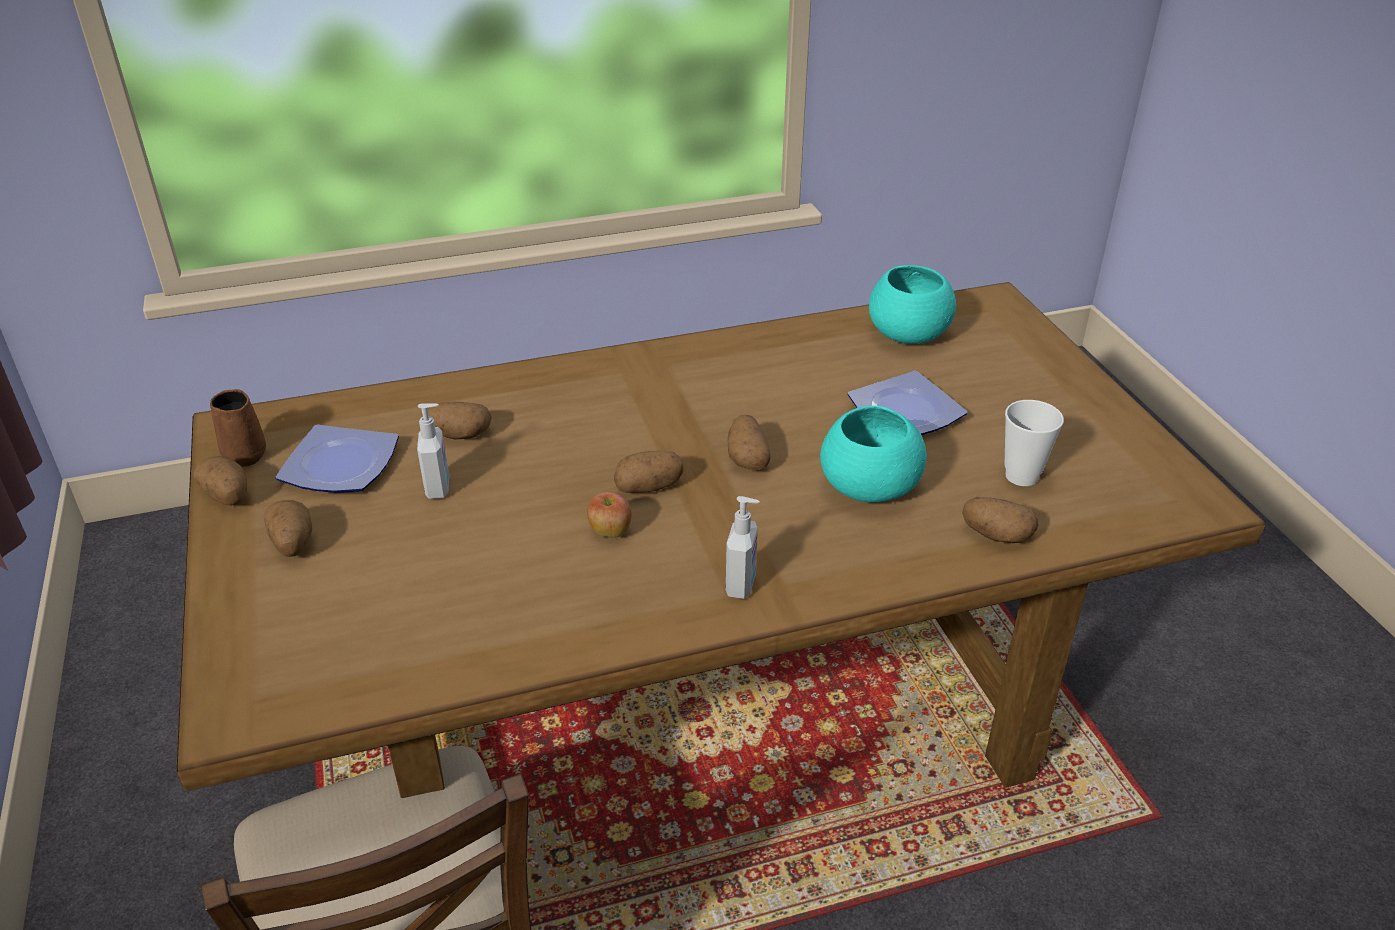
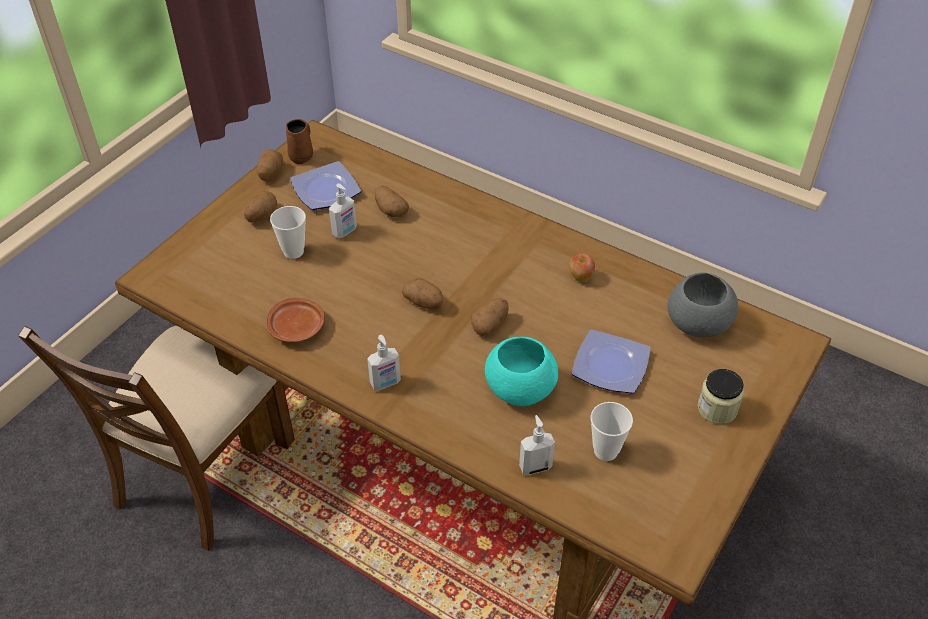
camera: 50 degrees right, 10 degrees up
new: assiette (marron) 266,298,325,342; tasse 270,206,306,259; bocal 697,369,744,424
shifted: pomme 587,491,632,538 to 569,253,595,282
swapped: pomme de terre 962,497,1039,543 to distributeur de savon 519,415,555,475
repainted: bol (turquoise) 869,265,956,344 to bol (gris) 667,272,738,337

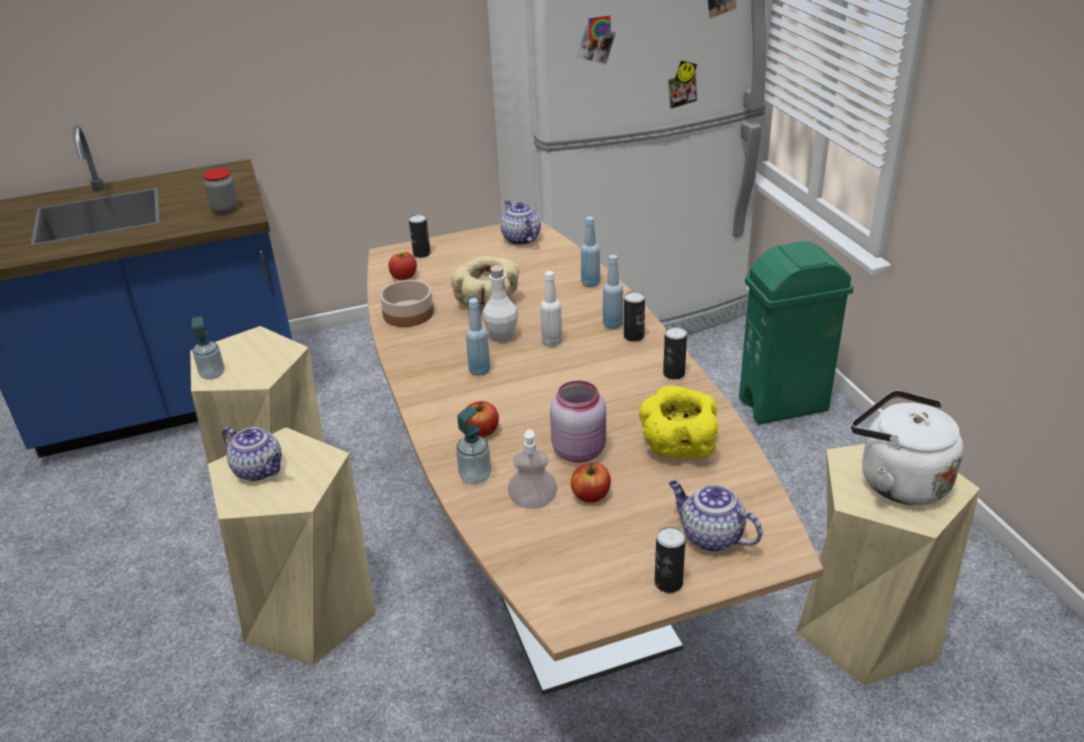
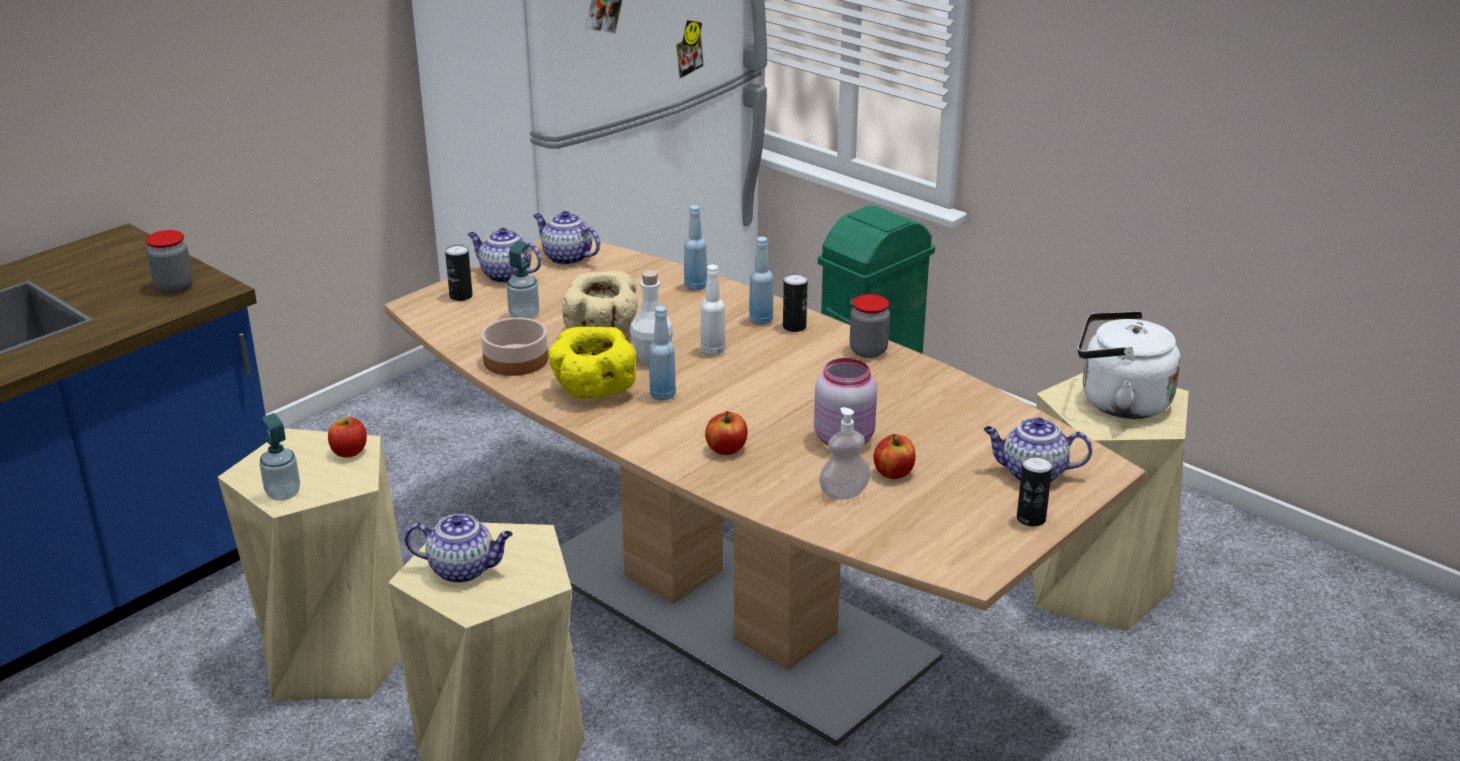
camera: 30 degrees left, 5 degrees down
new: théière 468,228,542,283
shifted: pomme 389,252,417,280 to 328,417,367,457; distributeur de savon 456,406,491,485 to 506,241,539,319; bol (jaune) 639,385,718,459 to 548,327,636,399
swapped: boîte métallique 663,326,687,379 to bocal 850,294,890,358

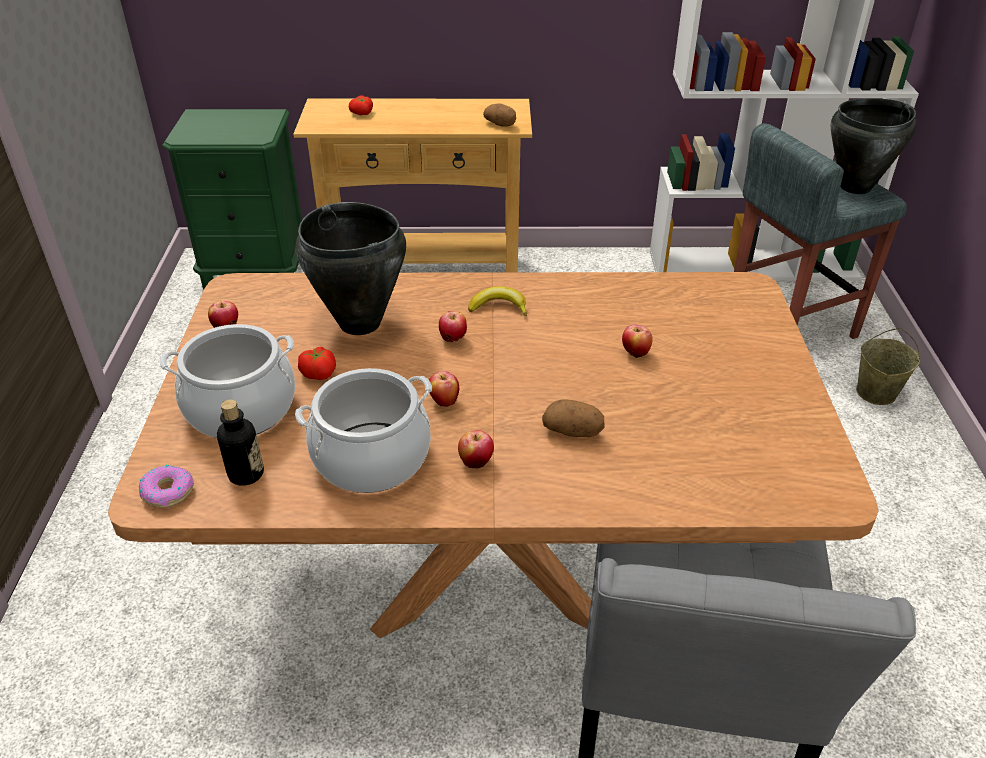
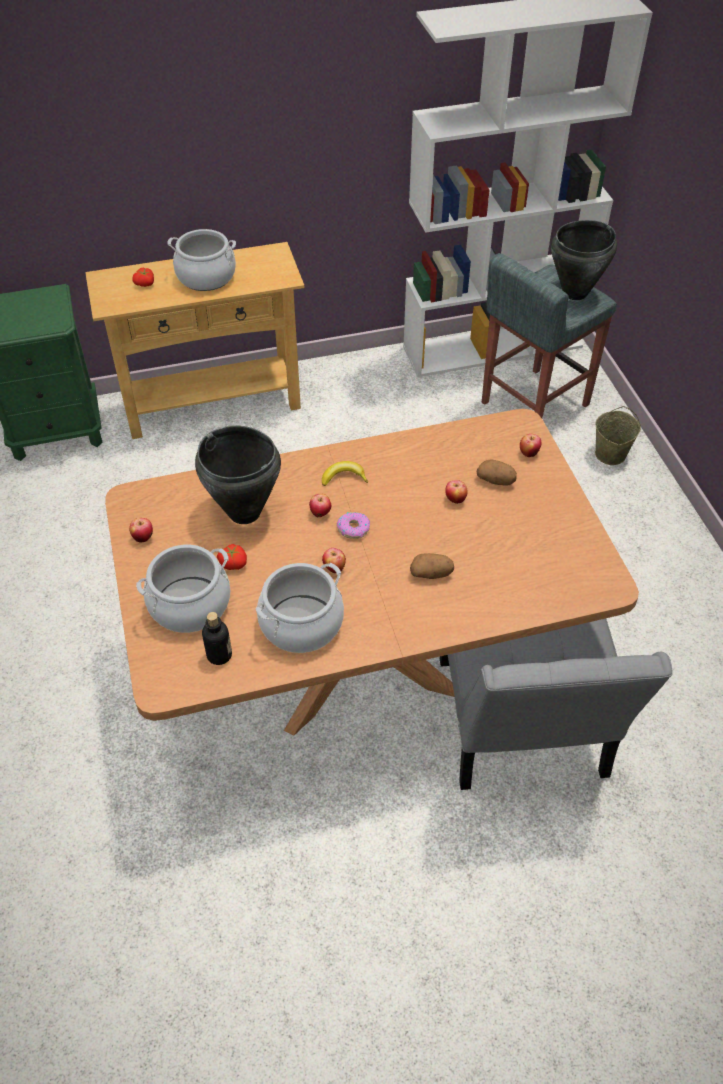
camera: 15 degrees left, 10 degrees up
new: marmite 167,229,236,291
shifted: beignet 139,464,194,508 to 337,512,370,539; pomme de terre 483,103,516,127 to 477,459,517,486; pomme 458,430,494,468 to 520,434,542,457

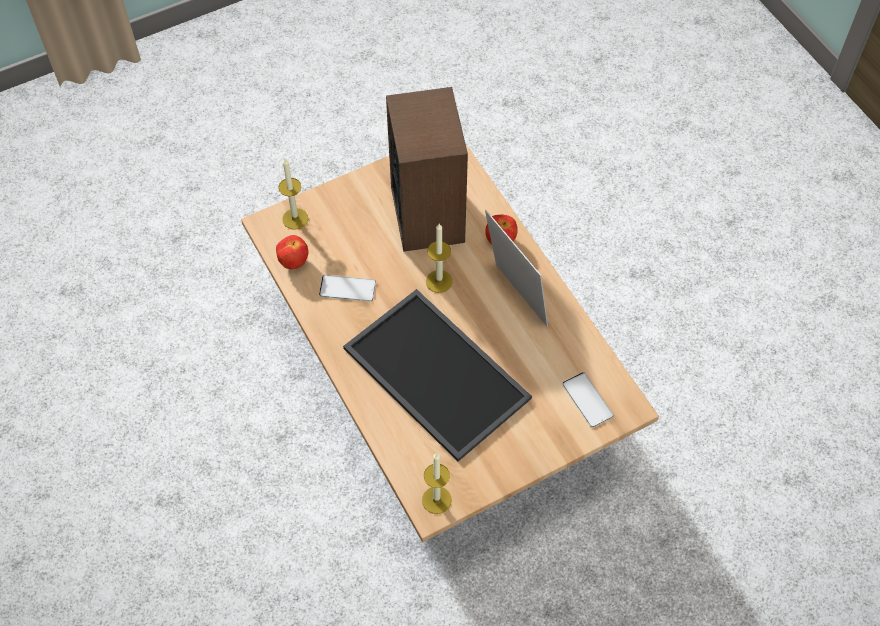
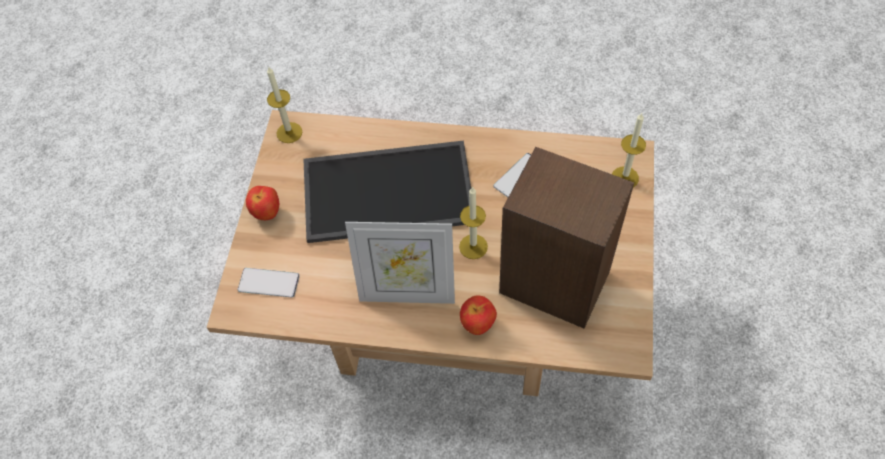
camera: 130 degrees right, 0 degrees up
shifted: pomme 276,235,309,270 to 246,186,279,220

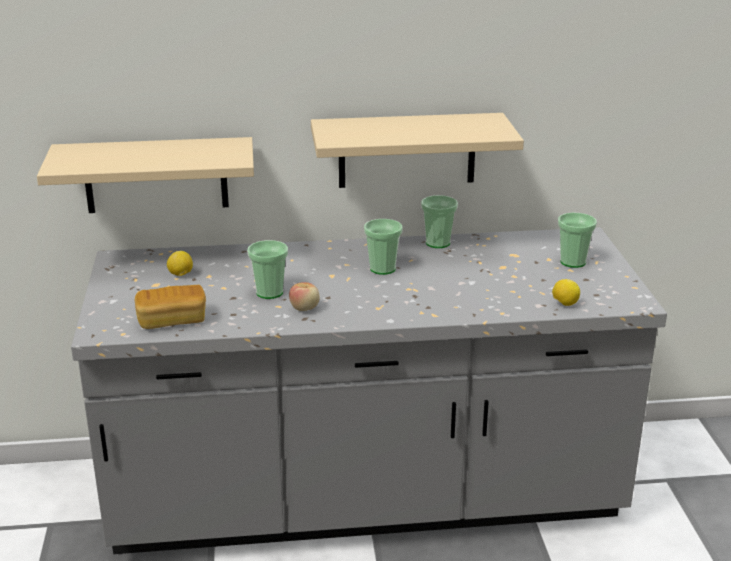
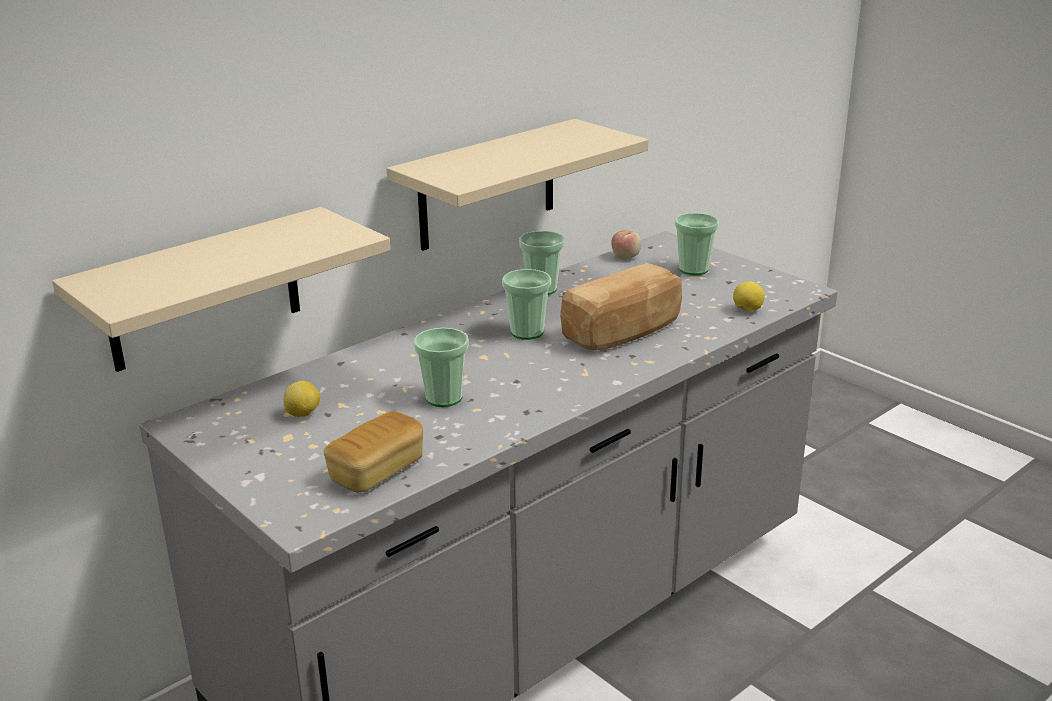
camera: 35 degrees left, 0 degrees up
new: pain 560,263,682,350
shifted: pomme 289,282,320,311 to 611,230,641,259

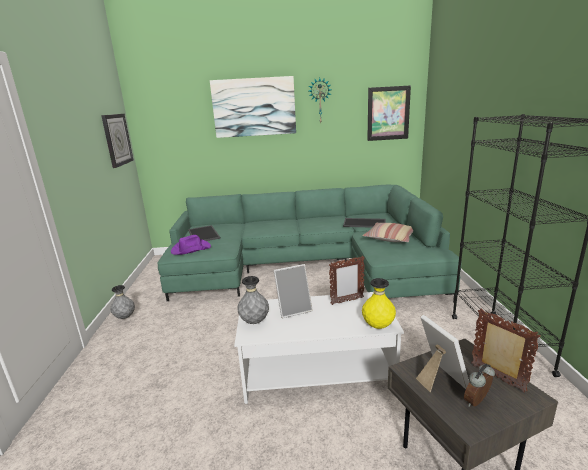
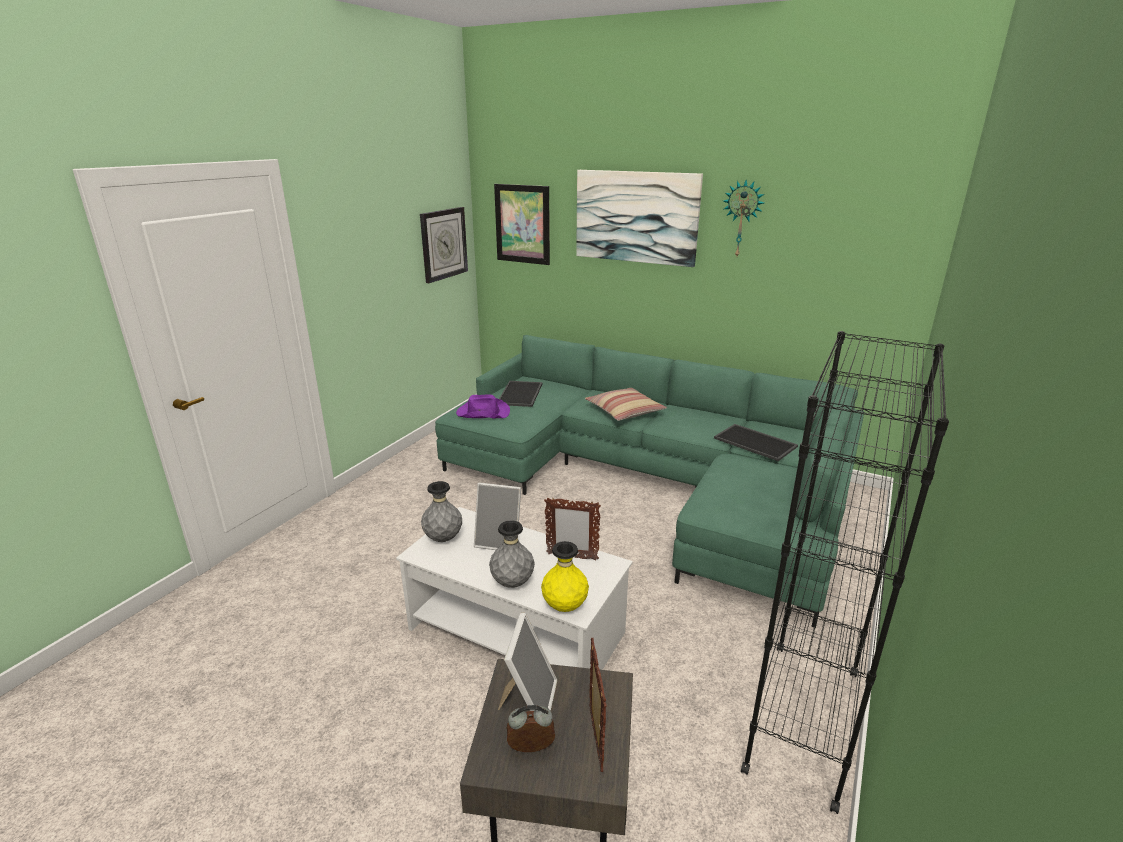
camera: 30 degrees right, 5 degrees up
shifted: vase (gris) 111,285,135,319 to 489,520,535,588; tableau 367,85,411,141 to 494,184,550,265; coussin 362,223,413,242 to 585,388,667,421

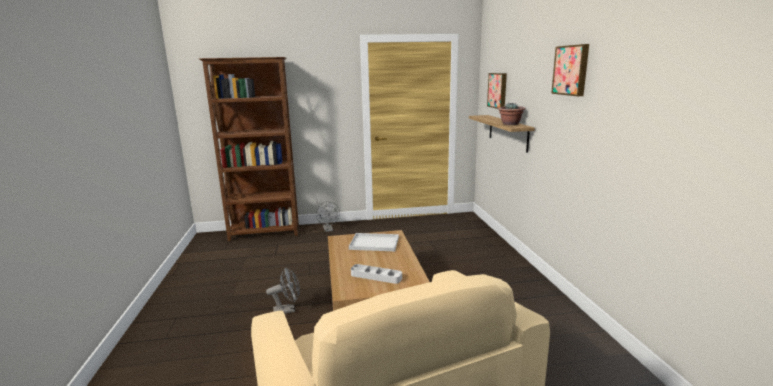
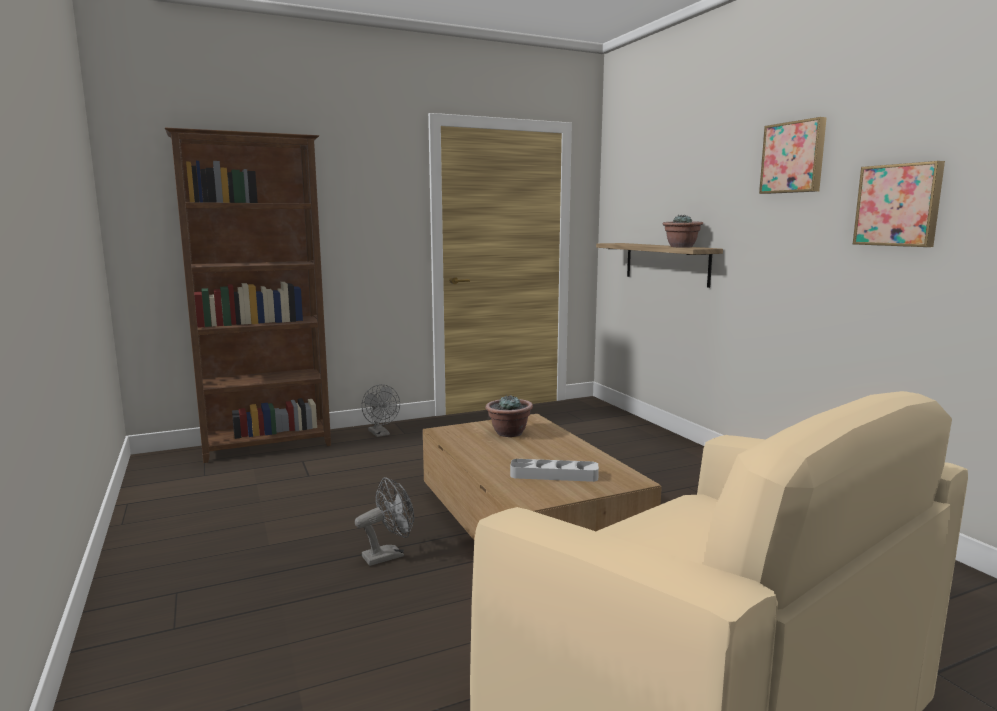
camera: 15 degrees left, 5 degrees down
shifted: tableau 487,73,507,109 to 853,161,945,247
swapped: plateau (blanc) 349,233,399,251 to plante en pot 485,395,533,437

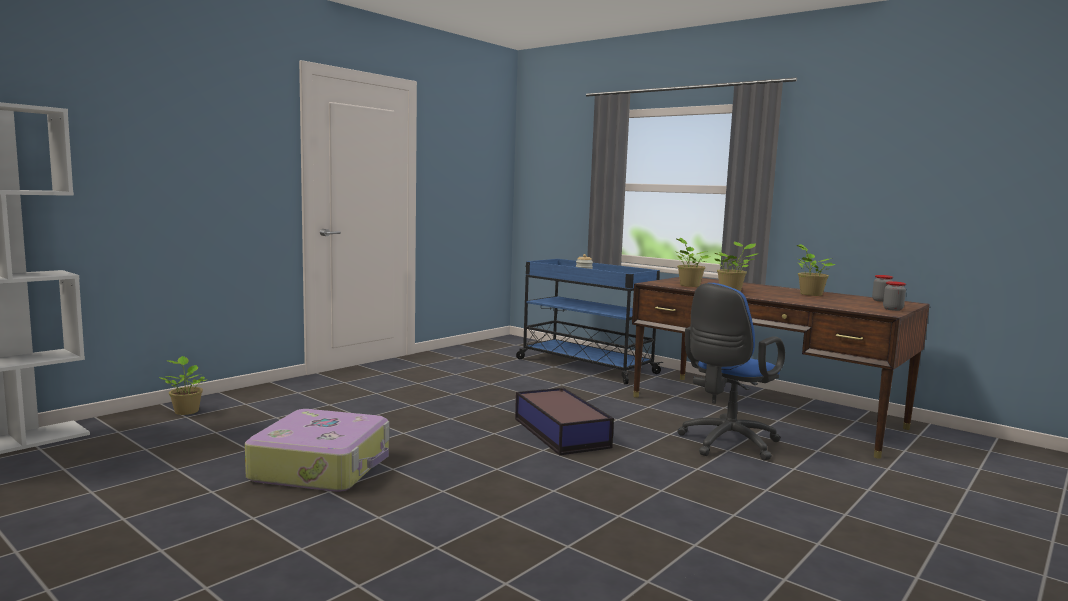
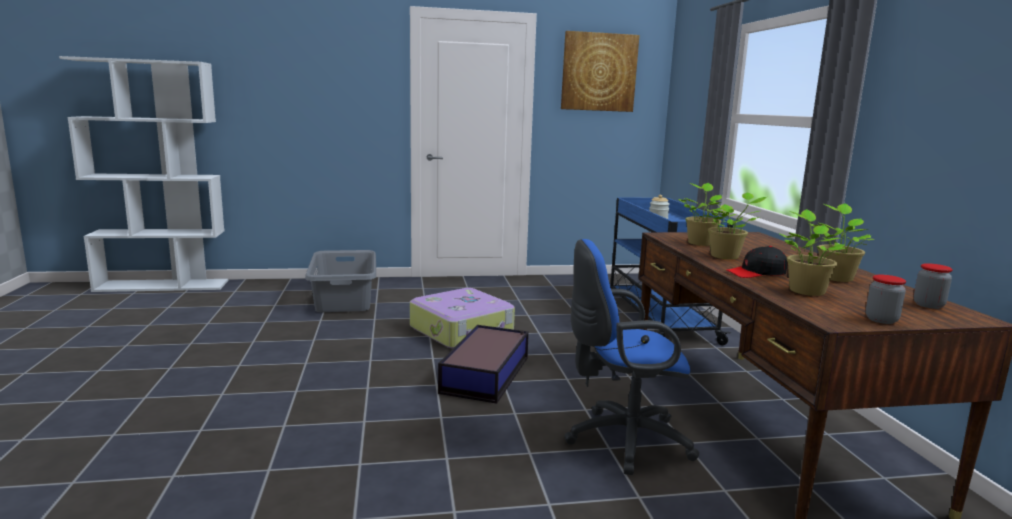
camera: 40 degrees right, 5 degrees up
new: panier à linge (gris) 305,250,376,312; tableau 561,31,640,112; casquette (noir) 726,246,787,278
shifted: valise 245,409,389,492 to 410,288,515,349; plante en pot 159,356,207,415 to 778,209,847,296

